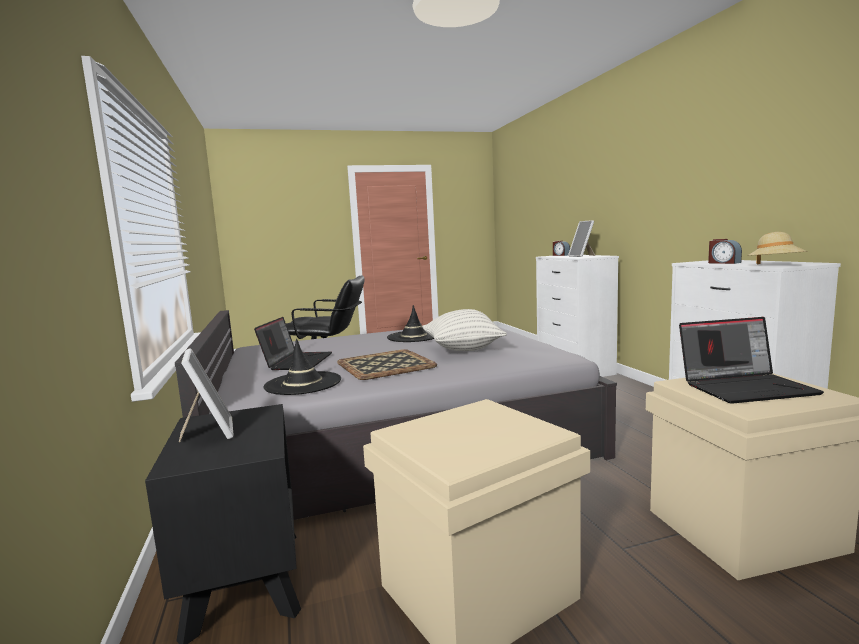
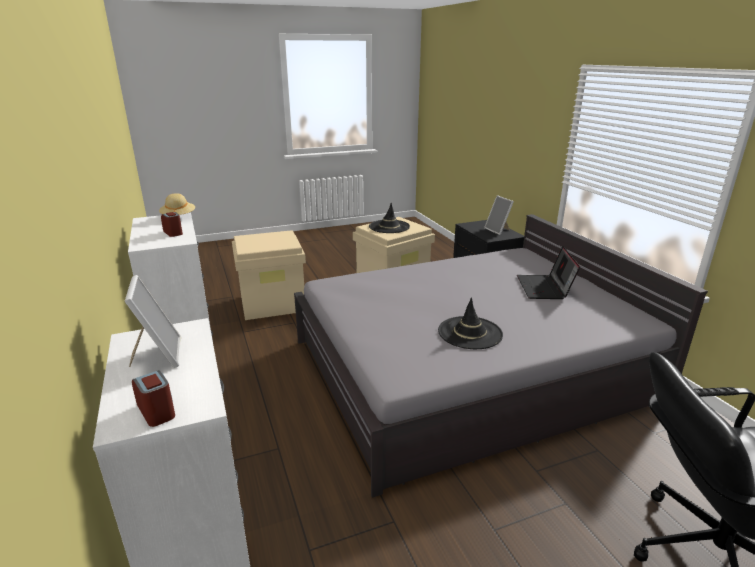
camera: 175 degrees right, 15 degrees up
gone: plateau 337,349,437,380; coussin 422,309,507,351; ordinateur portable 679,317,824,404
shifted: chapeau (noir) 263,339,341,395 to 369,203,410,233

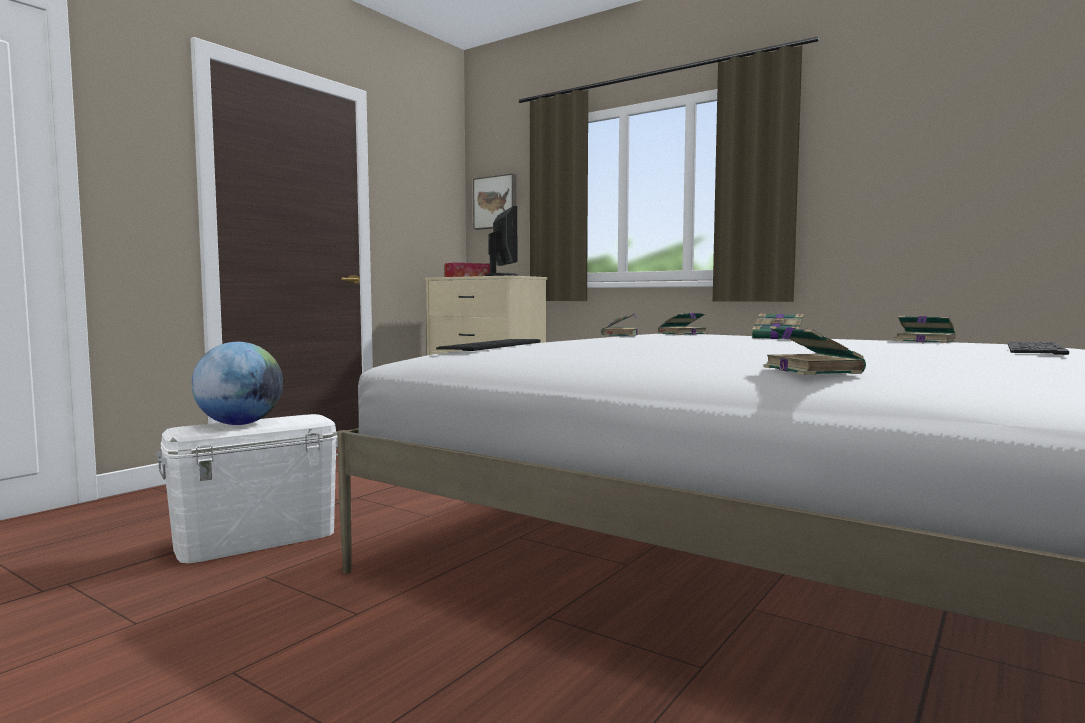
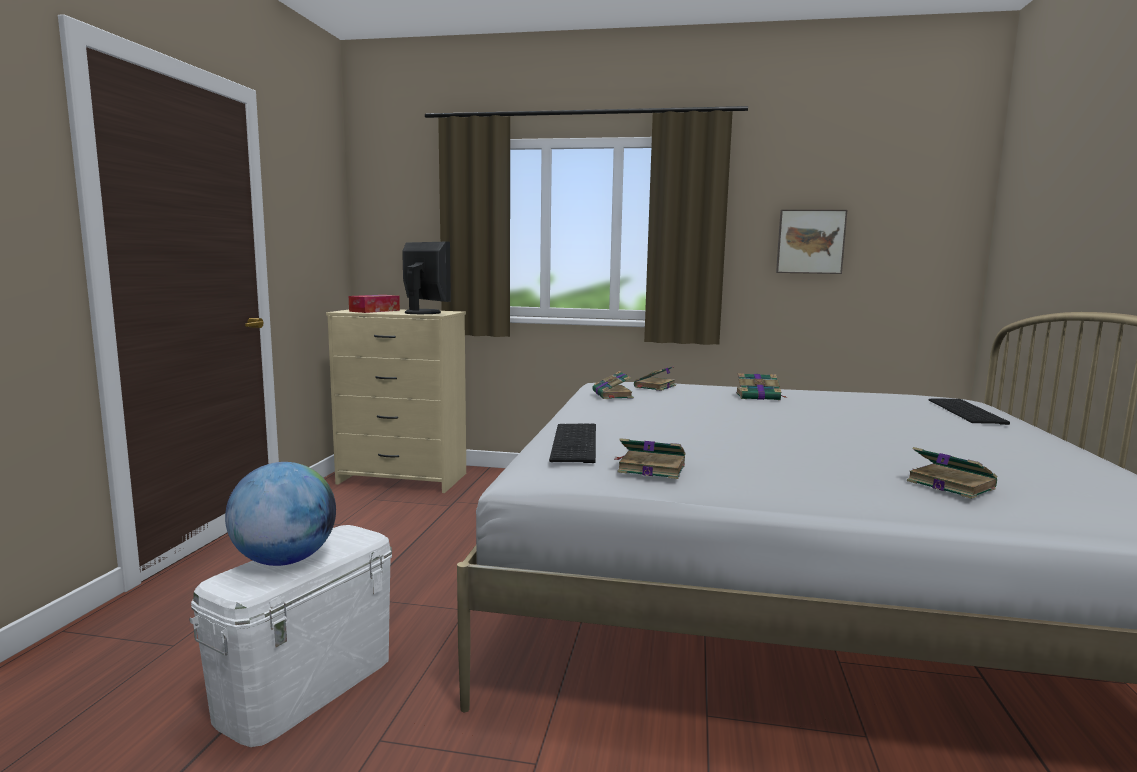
camera: 25 degrees left, 5 degrees up
shifted: livre 895,316,956,343 to 616,438,685,479; tableau 473,173,517,230 to 776,209,847,274

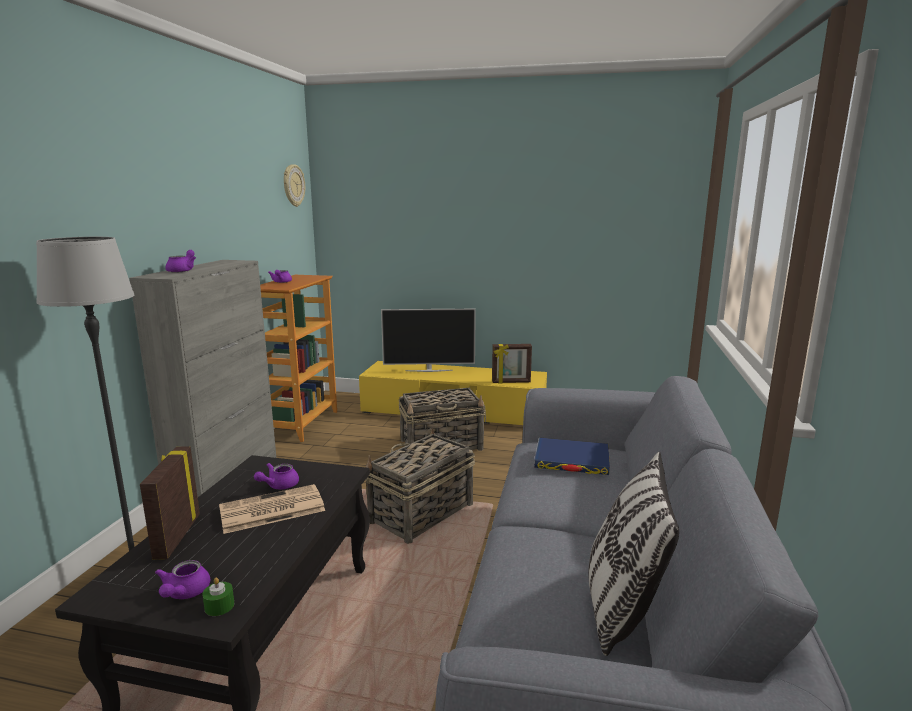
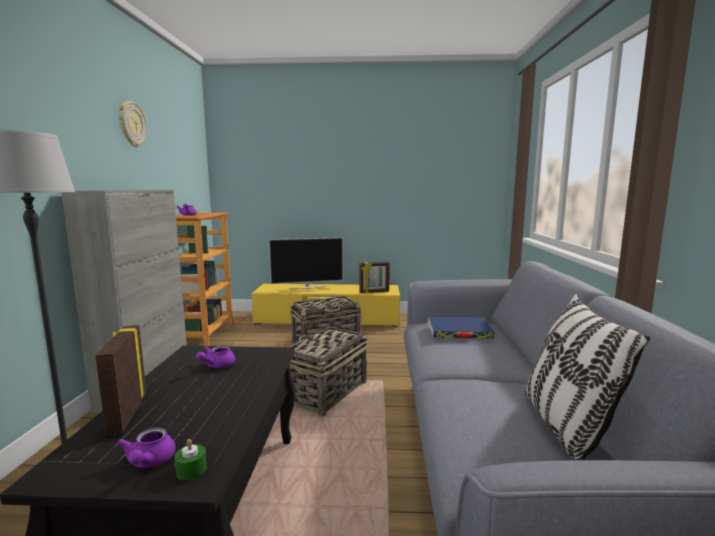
camera: 10 degrees left, 5 degrees down
gone: théière (violet) 165,250,196,272; journal 219,484,325,534
shifted: horloge murale 284,164,305,207 to 119,101,147,147

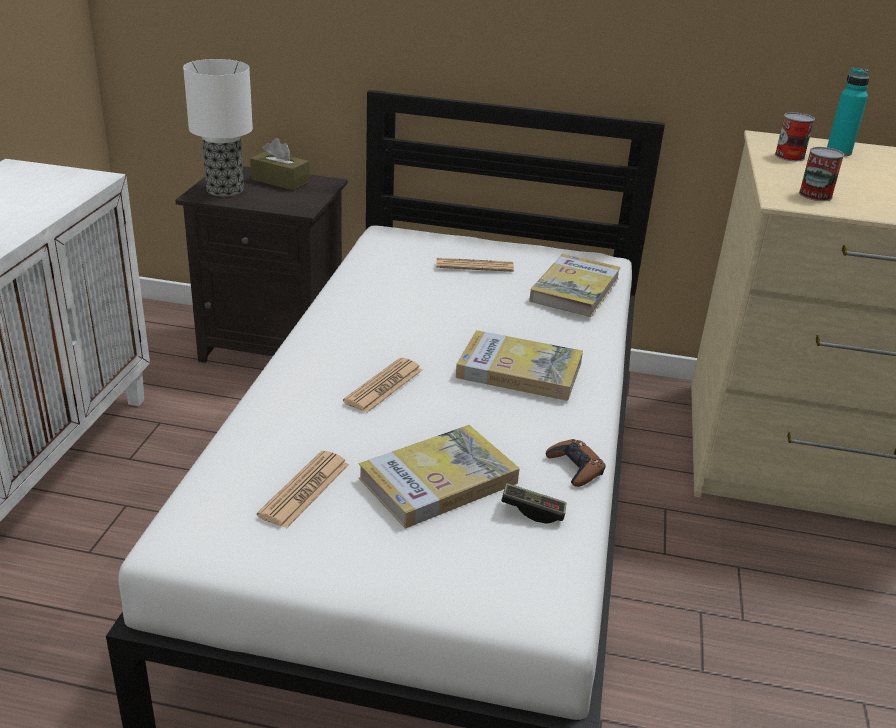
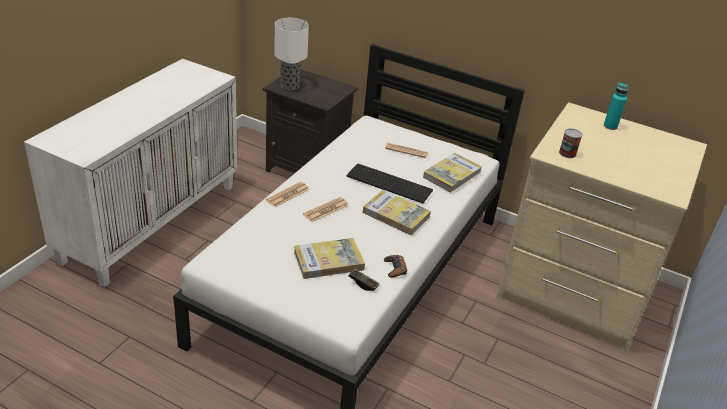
camera: 15 degrees right, 5 degrees up
gone: boîte à mouchoirs (marron) 250,138,309,191; boîte métallique 775,112,815,161
new: clavier 347,164,433,203
shifted: journal 257,451,349,528 to 266,182,309,207

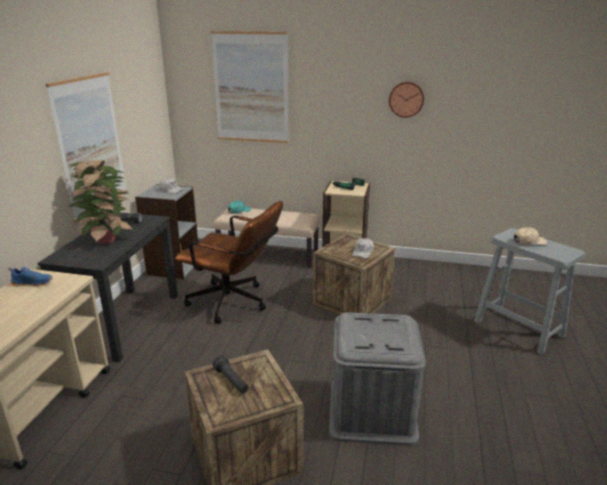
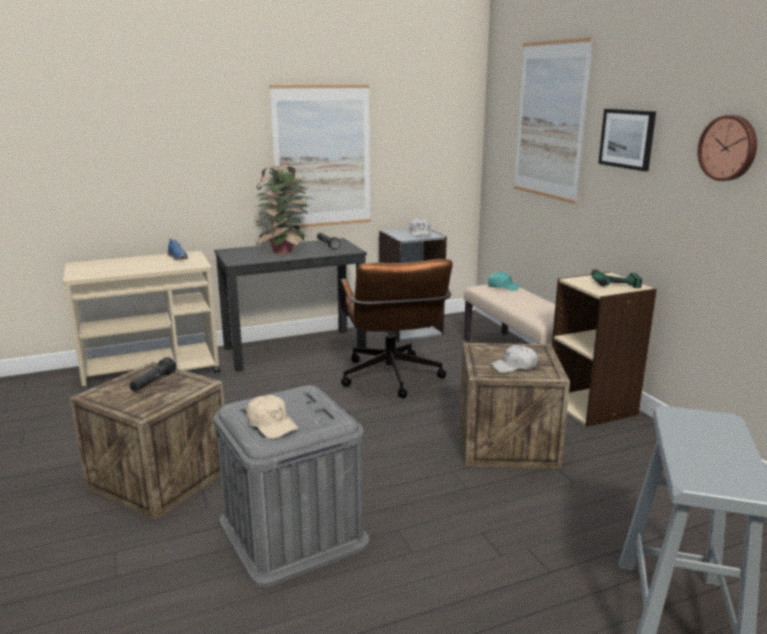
camera: 55 degrees right, 5 degrees down
new: tableau 598,109,656,171
shifted: casquette (beige) 514,227,547,245 to 246,395,298,439

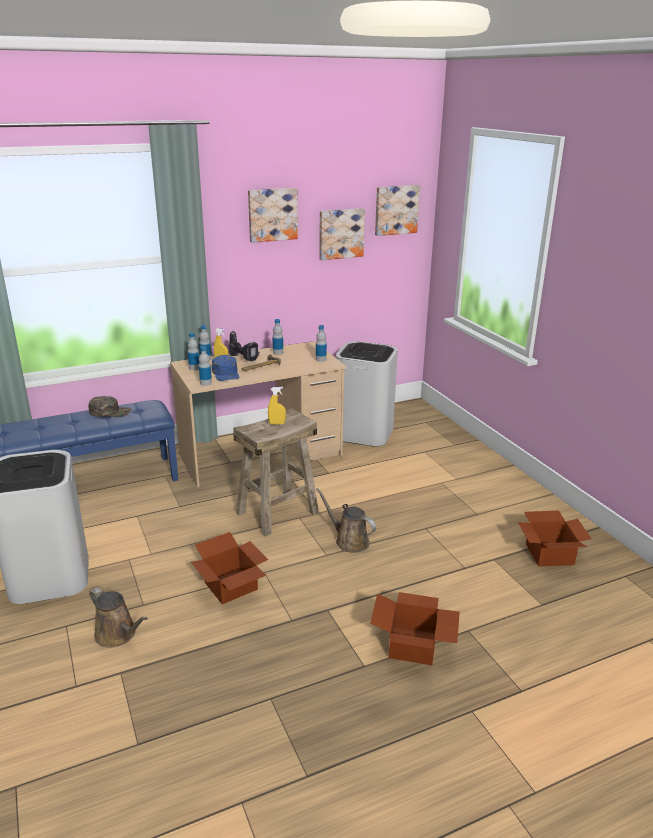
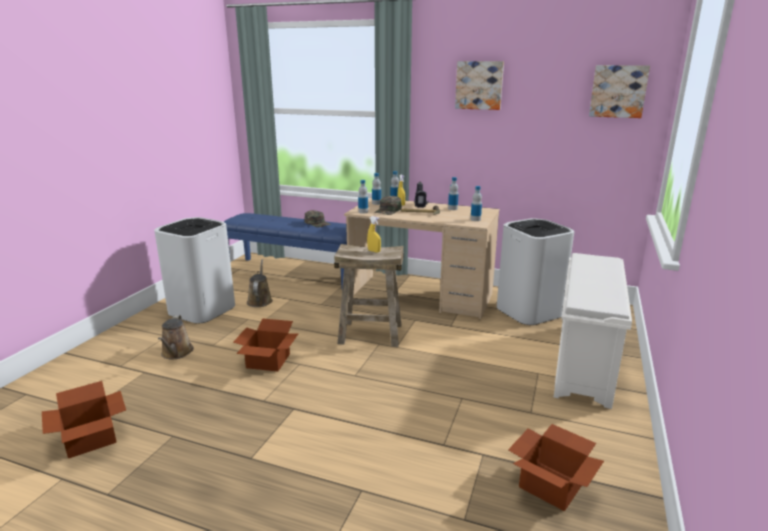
camera: 45 degrees right, 5 degrees down
gone: tableau 319,208,365,260
new: étagère à chaussures (blanc) 554,253,632,409
shifted: carton 370,592,460,665 to 42,381,126,458; arrosoir (marron) 316,488,376,553 to 247,259,273,307
repainted: casquette (bleu) 212,355,239,381 to casquette (vert) 374,196,402,215

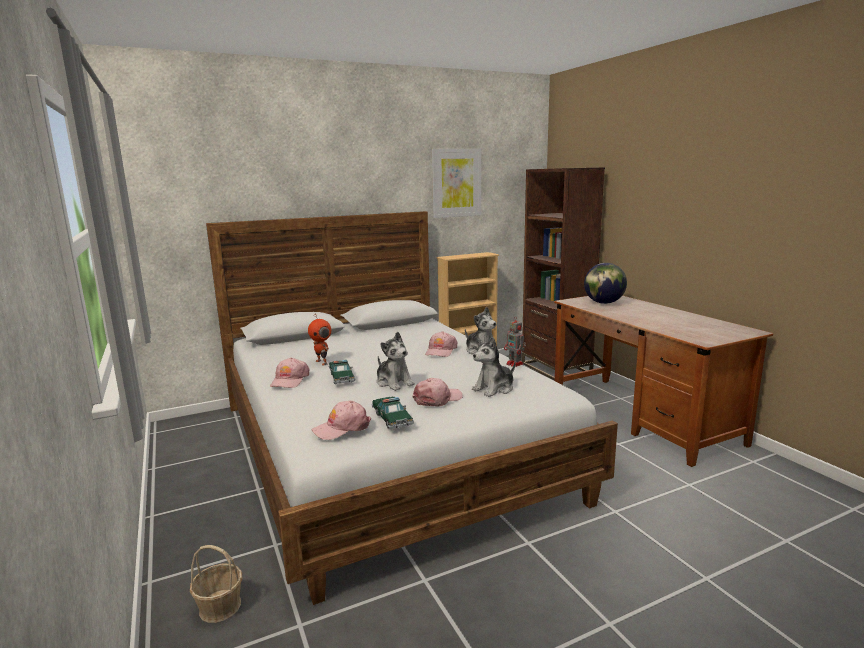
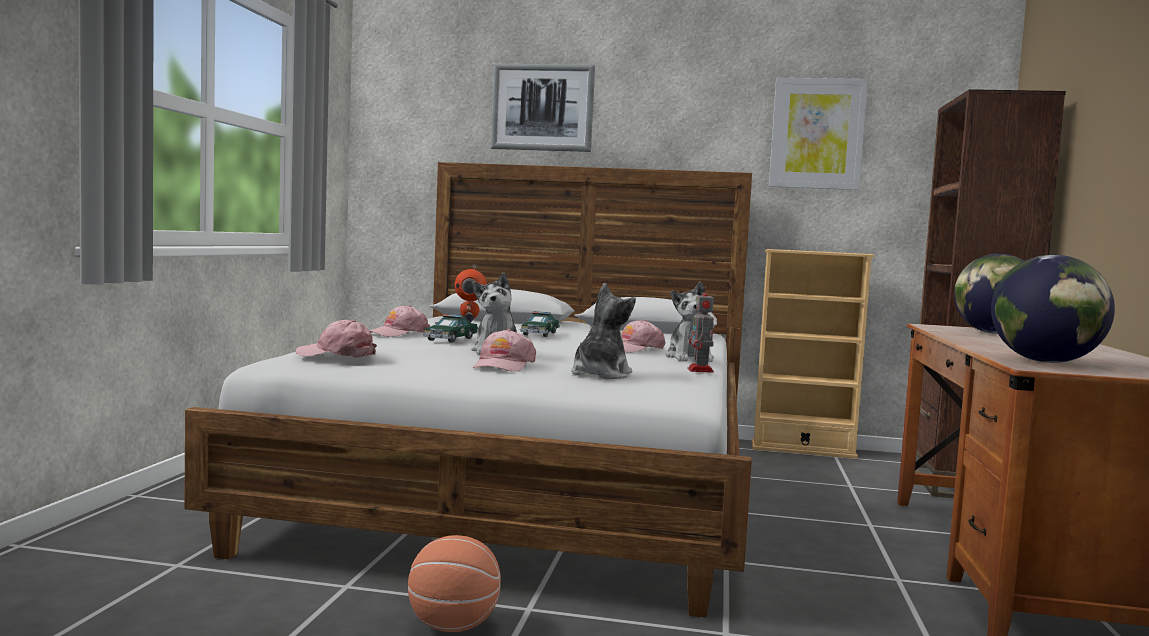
camera: 35 degrees right, 10 degrees down
gone: panier 190,545,242,623
new: ballon de basket 408,535,501,632; tableau 491,64,595,152; globe 991,255,1115,363
shifted: petite voiture 372,397,414,429 to 520,311,560,337
rotated: casquette (rose) 413,378,463,406 = 473,329,536,372 105 degrees clockwise; peluche 472,337,515,397 = 571,283,636,379 120 degrees clockwise

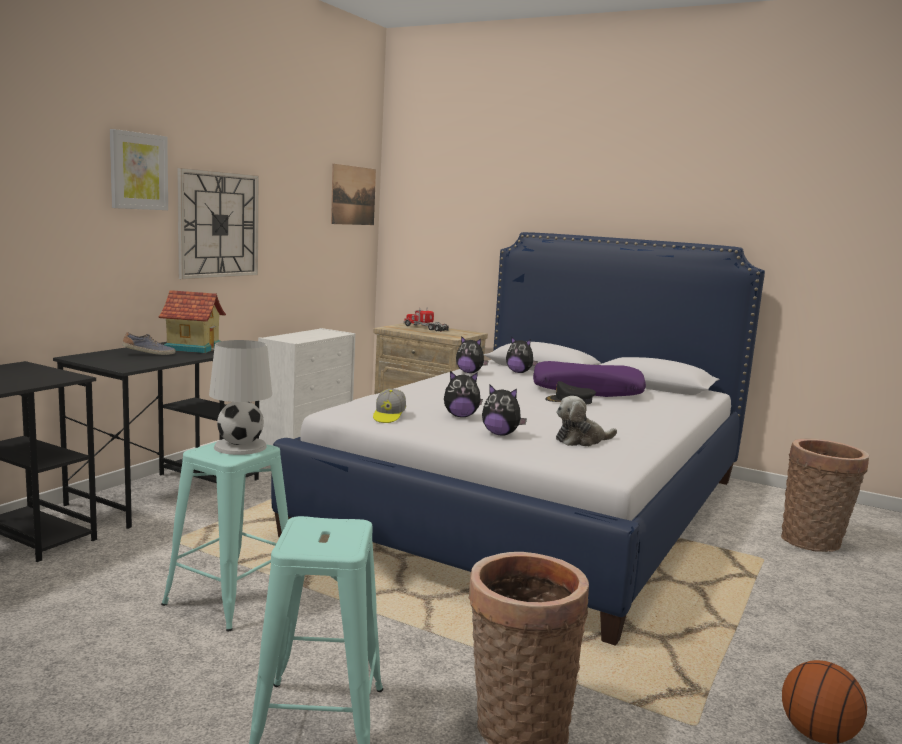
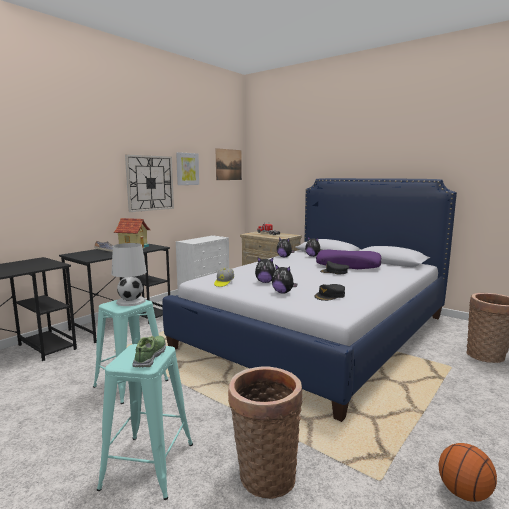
camera: 10 degrees right, 0 degrees up
new: chaussure 132,336,166,367
shifted: tableau 110,129,168,210 to 176,152,199,185
swapped: peluche 556,396,617,446 to casquette (noir) 314,284,345,301

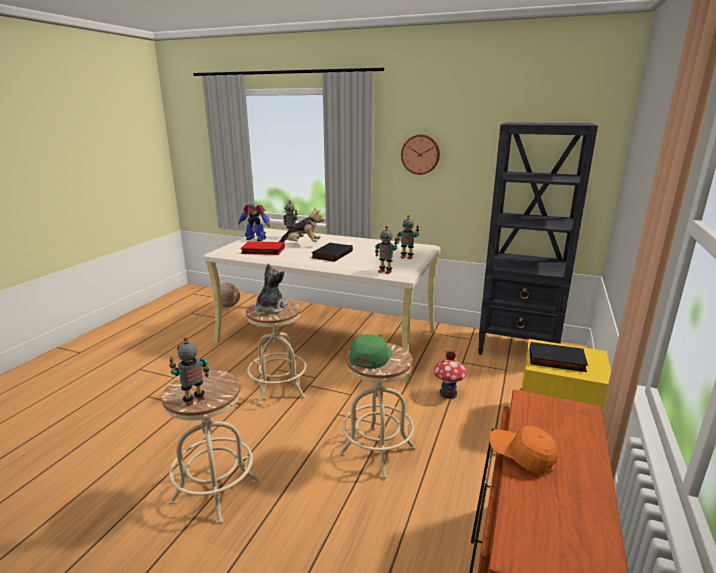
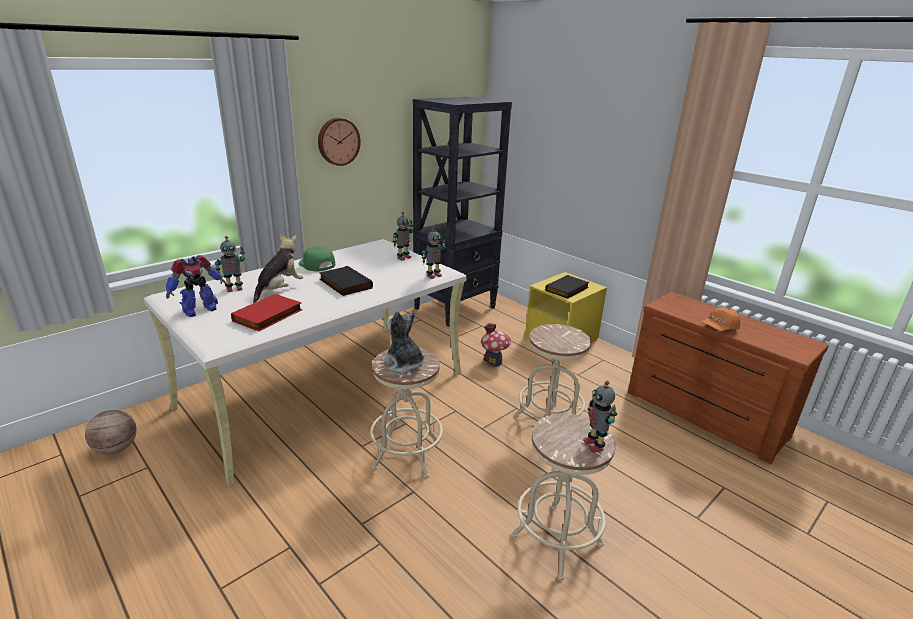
camera: 65 degrees left, 5 degrees up
shifted: casquette (vert) 350,334,393,369 to 299,246,335,271

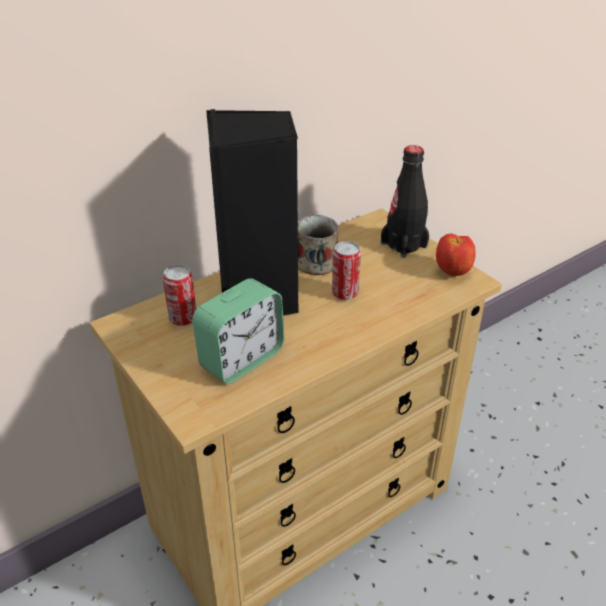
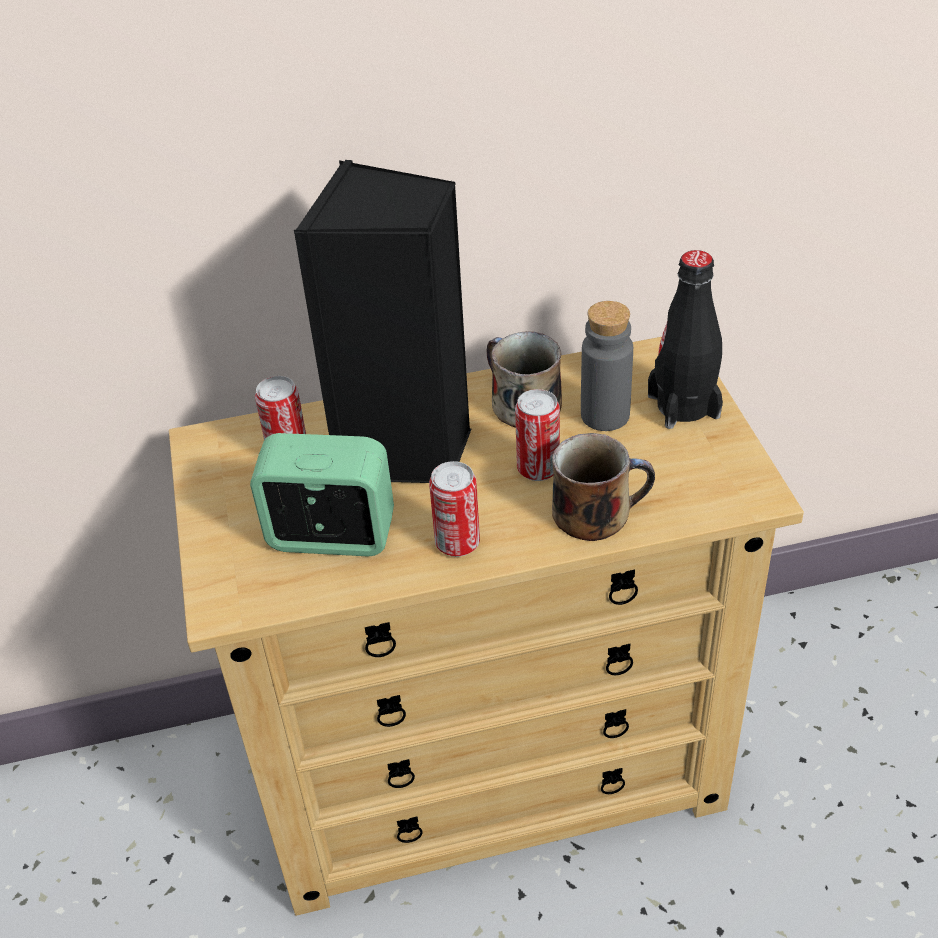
camera: 25 degrees right, 5 degrees up
gone: pomme 436,234,476,276
new: boîte métallique 429,461,480,557; mug 552,433,655,541; bouteille (gris) 581,301,633,431
rotated: réveil 192,278,284,384 = 250,433,394,556 150 degrees counterclockwise

